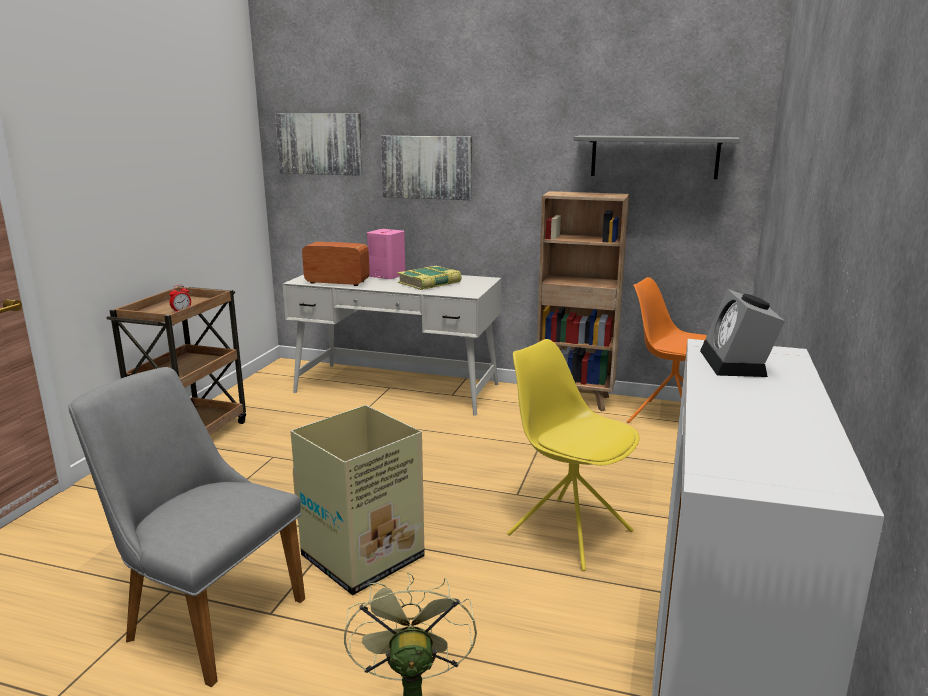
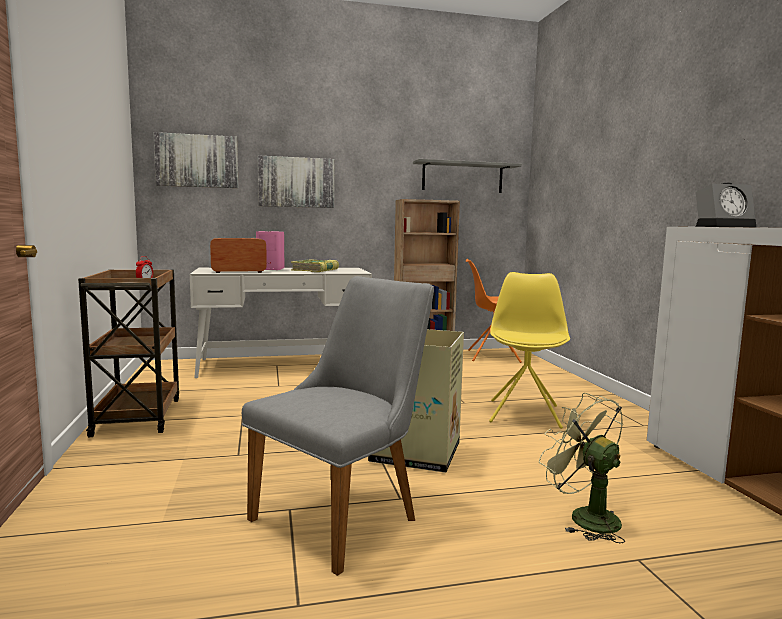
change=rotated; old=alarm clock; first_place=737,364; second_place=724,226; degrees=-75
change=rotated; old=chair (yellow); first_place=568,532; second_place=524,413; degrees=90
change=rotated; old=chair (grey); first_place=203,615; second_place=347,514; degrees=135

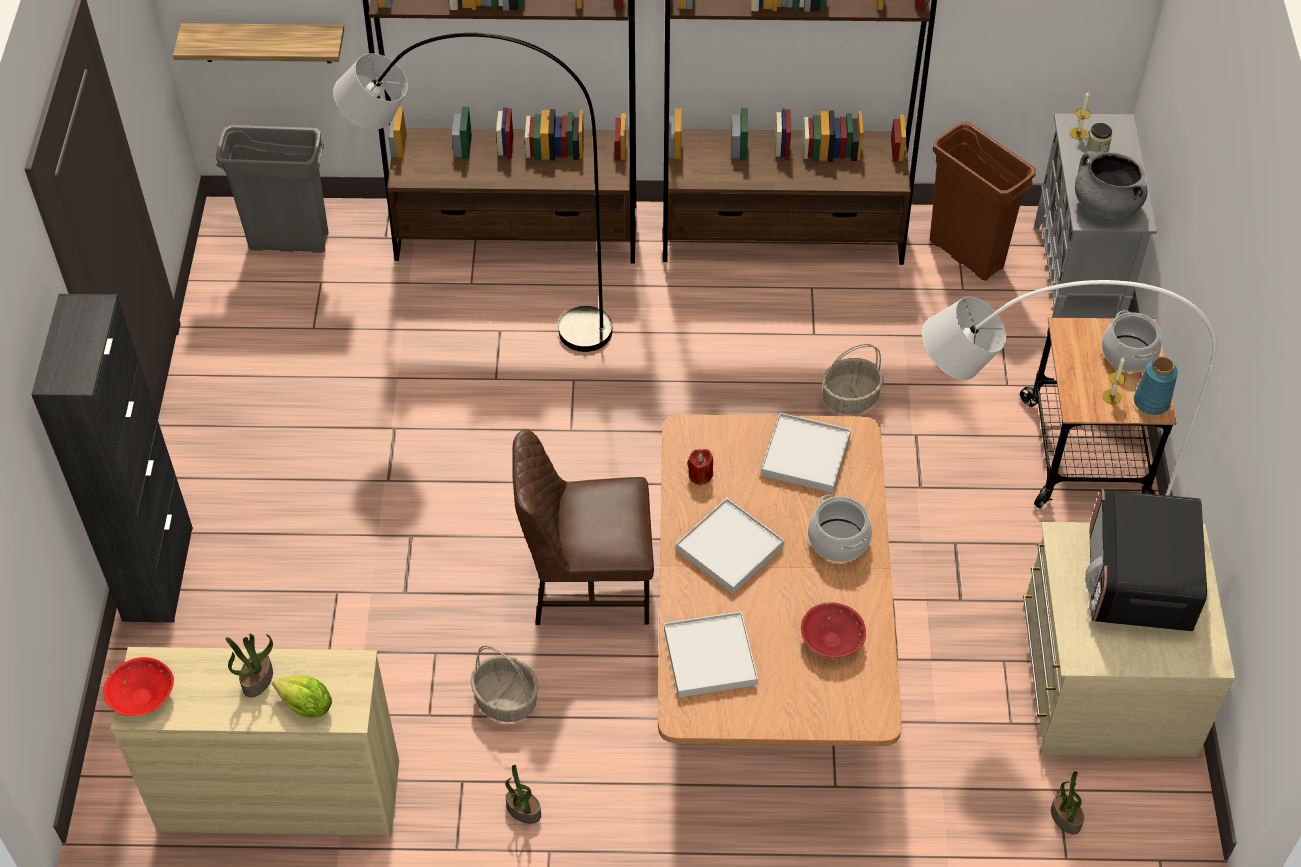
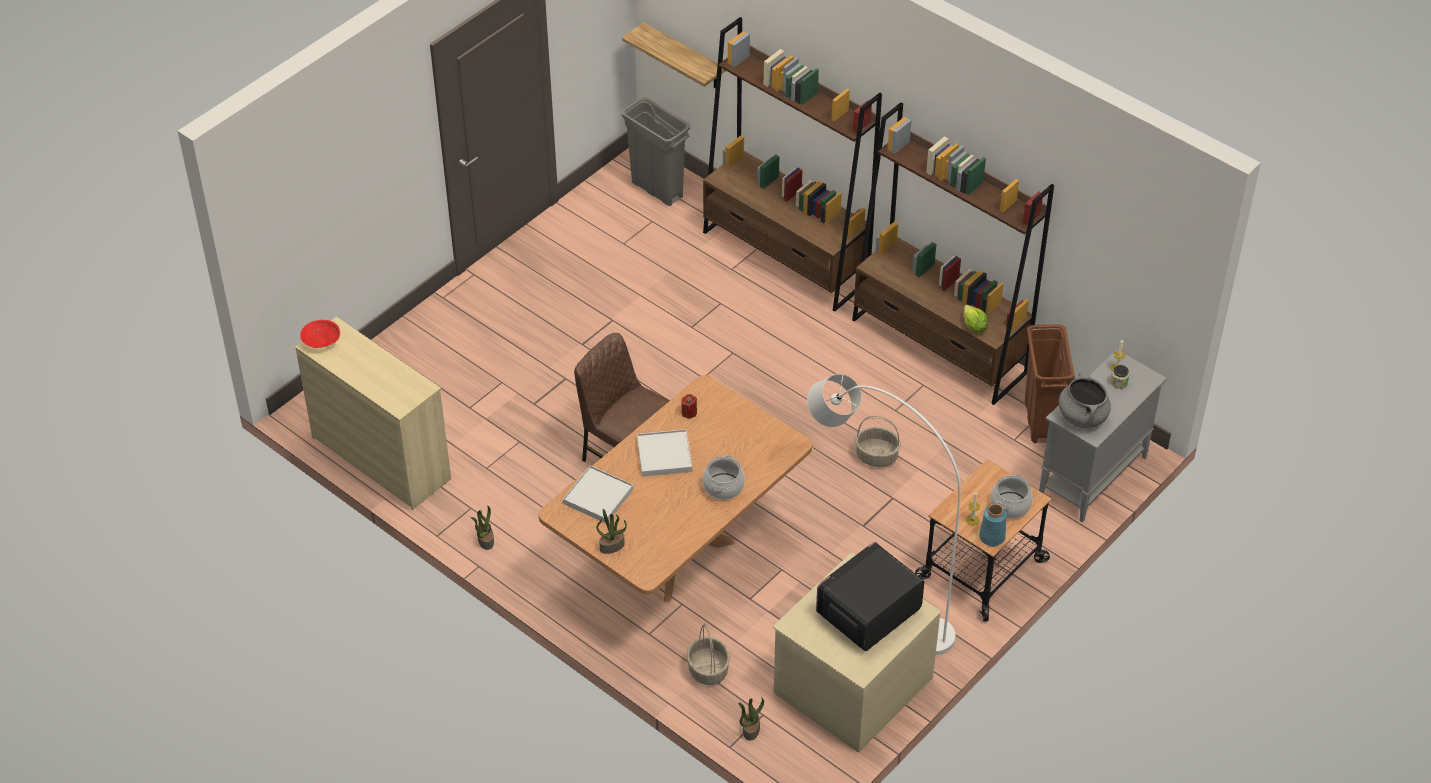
change=gone; old=floor lamp (grey); first_place=485,322
change=gone; old=cabinet (black); first_place=158,574
change=gone; old=tray (white); first_place=805,455
change=gone; old=bowl (red); first_place=831,638
change=shifted; old=potted plant; first_place=257,679; second_place=612,545
change=shifted; old=basket; first_place=505,700; second_place=707,669
change=shifted; old=lettuce; first_place=306,706; second_place=974,327

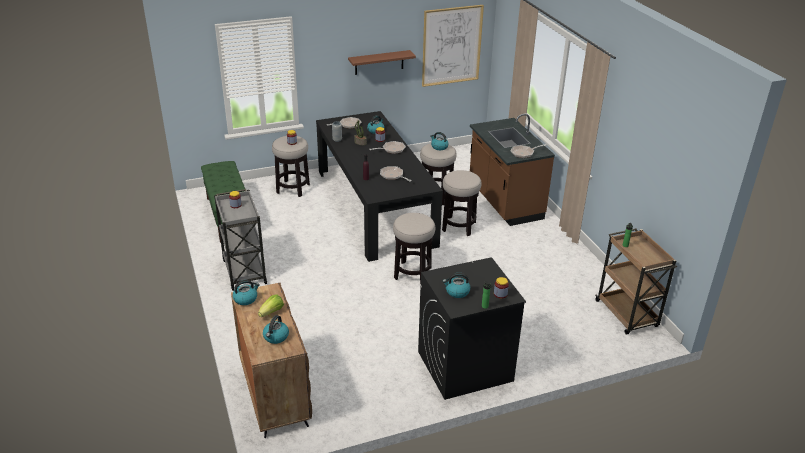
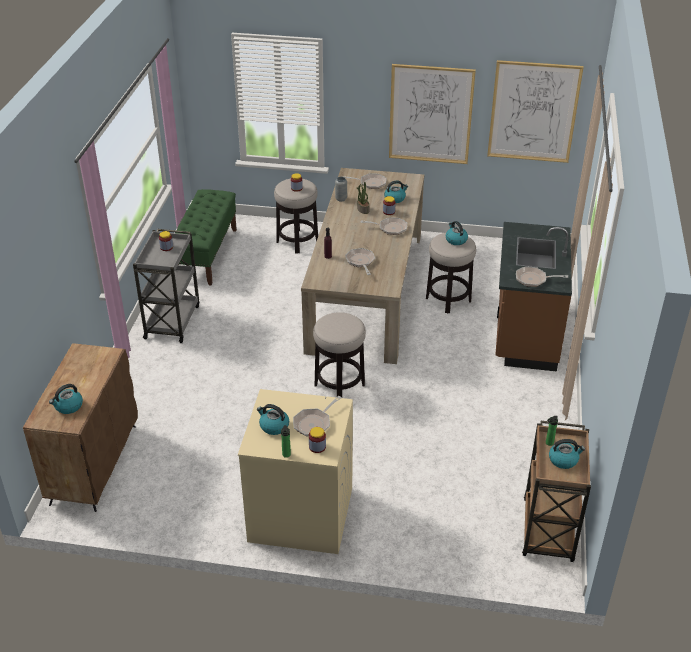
change=swapped; old=shelf (brown); new=picture; first_place=379,62; second_place=430,114
change=repainted; old=dining table (black); new=dining table (beige); first_place=374,207; second_place=366,291
change=gone; old=stool; first_place=459,226
change=repainted; old=washing machine (black); new=washing machine (beige); first_place=464,366; second_place=300,514
change=shifted; old=kettle; first_place=246,299; second_place=563,460
change=gone; old=lettuce; first_place=272,312
change=new; new=frying pan; second_place=314,423

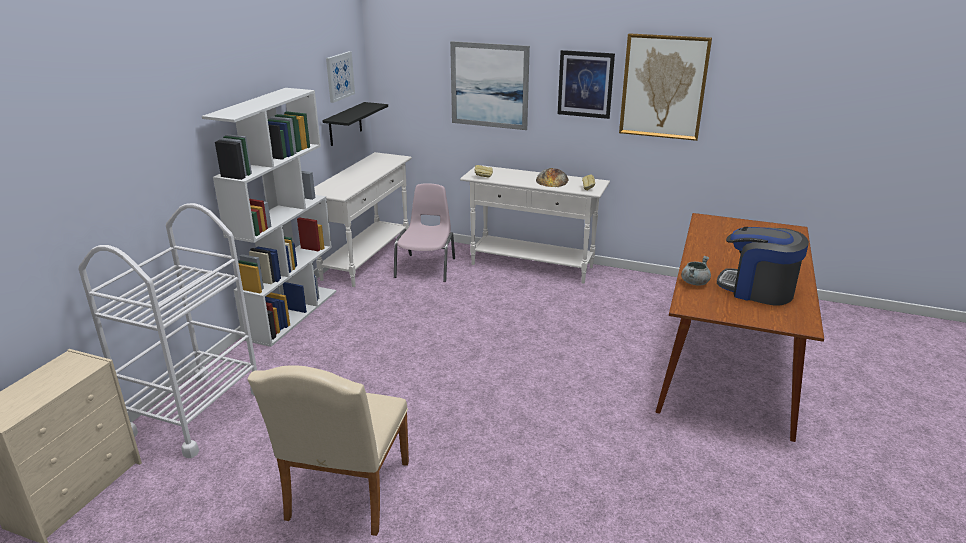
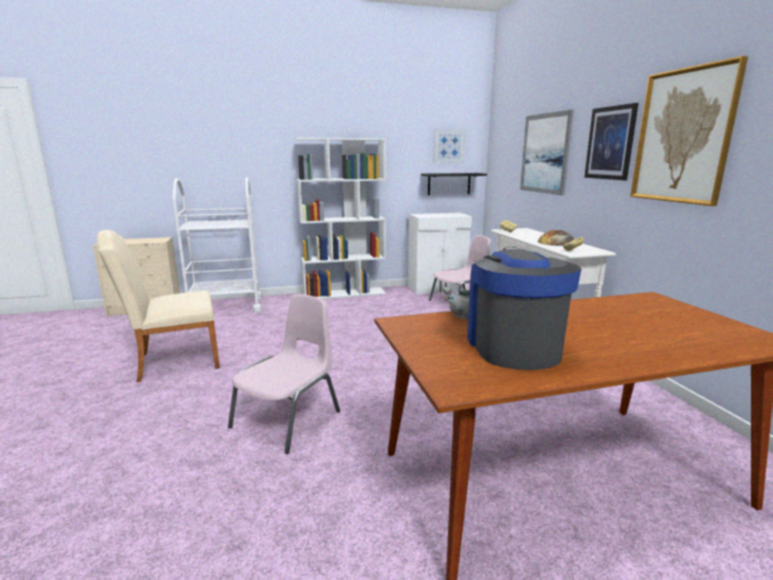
change=swapped; old=console table (white); new=cabinet (white); first_place=367,259; second_place=437,288
change=new; new=chair (pink); second_place=288,419

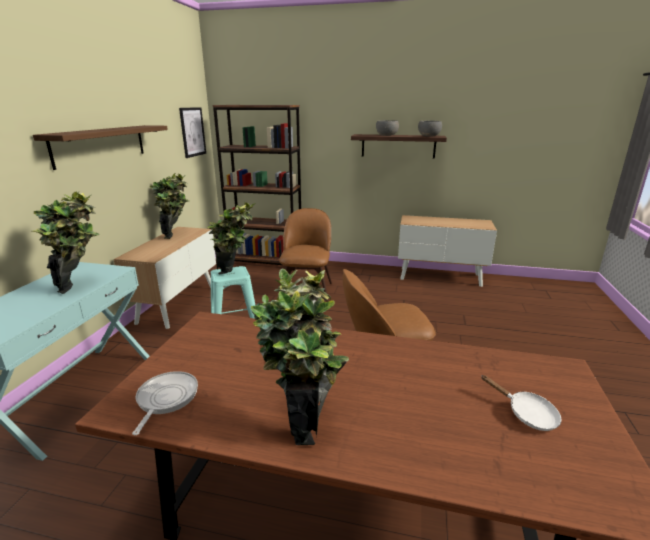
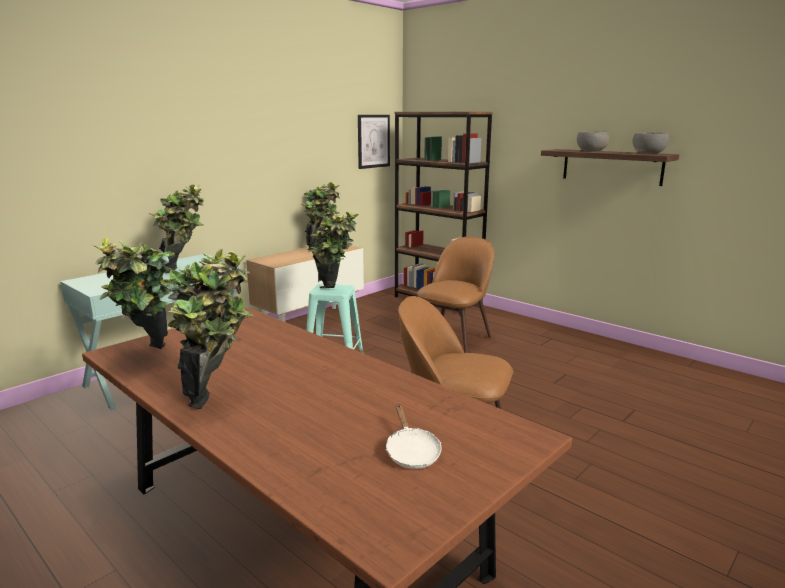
change=gone; old=shelf; first_place=101,145
change=gone; old=cabinet; first_place=440,276
change=swapped; old=frying pan; new=potted plant; first_place=166,399; second_place=147,355

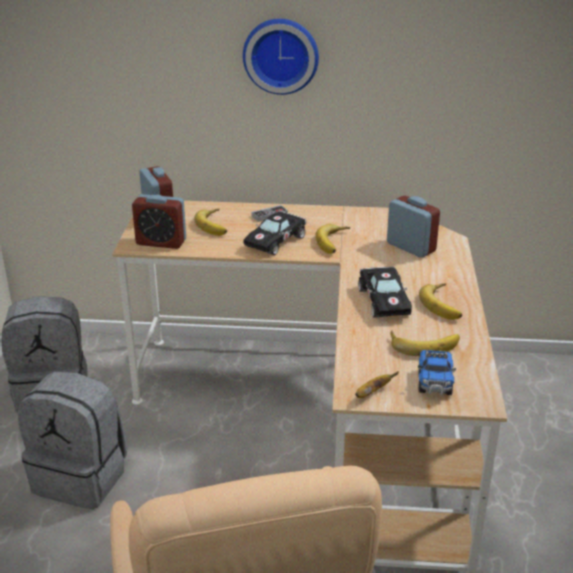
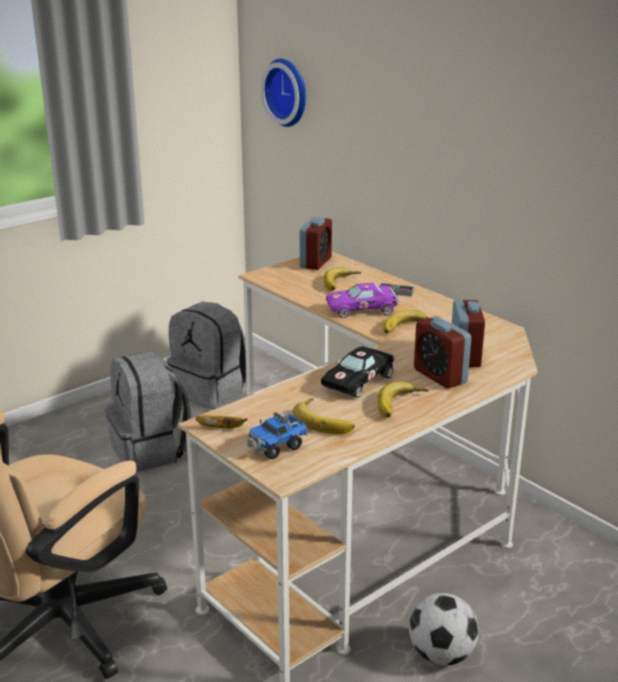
change=shifted; old=wall clock; first_place=281,55; second_place=288,92
change=shifted; old=alarm clock; first_place=161,242; second_place=440,376
change=repainted; old=toy car (black); new=toy car (purple); first_place=276,240; second_place=364,309
change=new; new=football; second_place=441,654

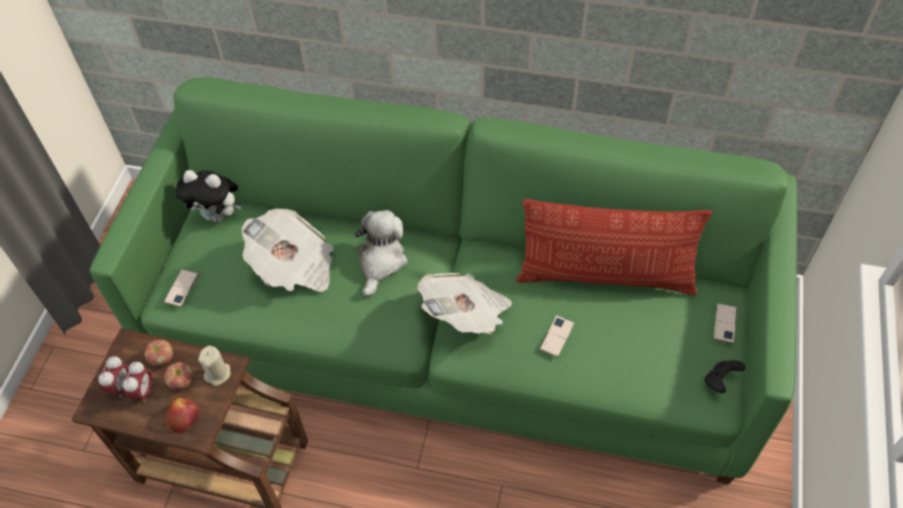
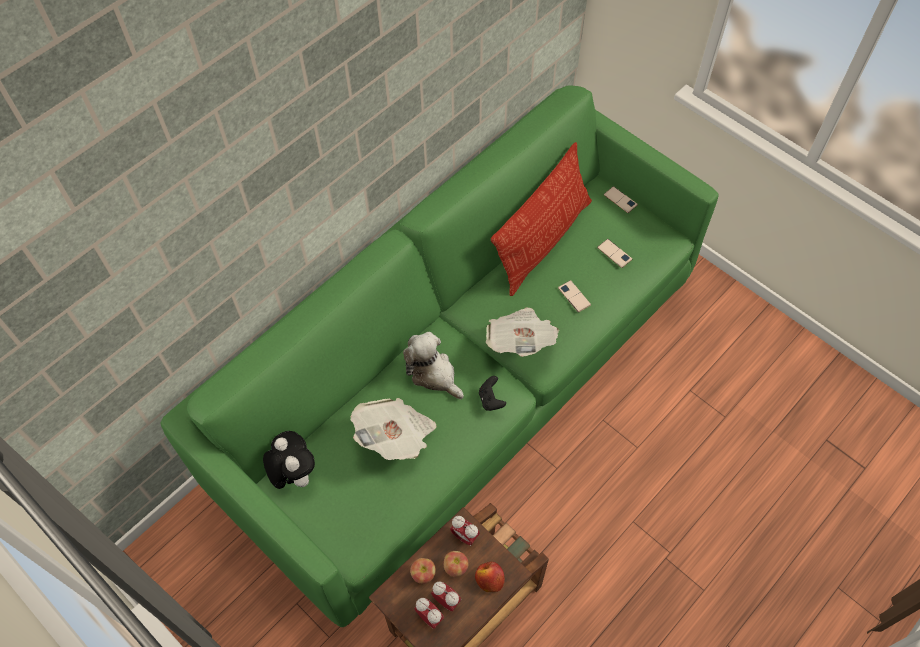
change=rotated; old=plush toy; first_place=218,215; second_place=293,474; degrees=-75
change=shifted; old=phone; first_place=181,288; second_place=614,253
change=swapped; old=candle (beige); new=alarm clock; first_place=218,373; second_place=464,536
change=shifted; old=game controller (black); first_place=720,381; second_place=491,400

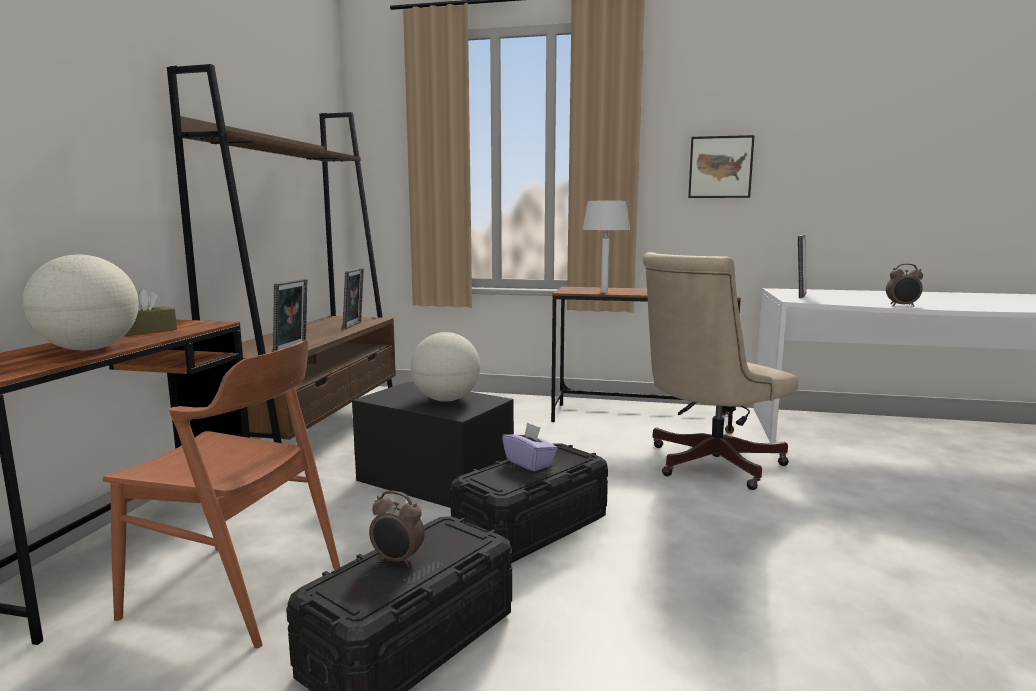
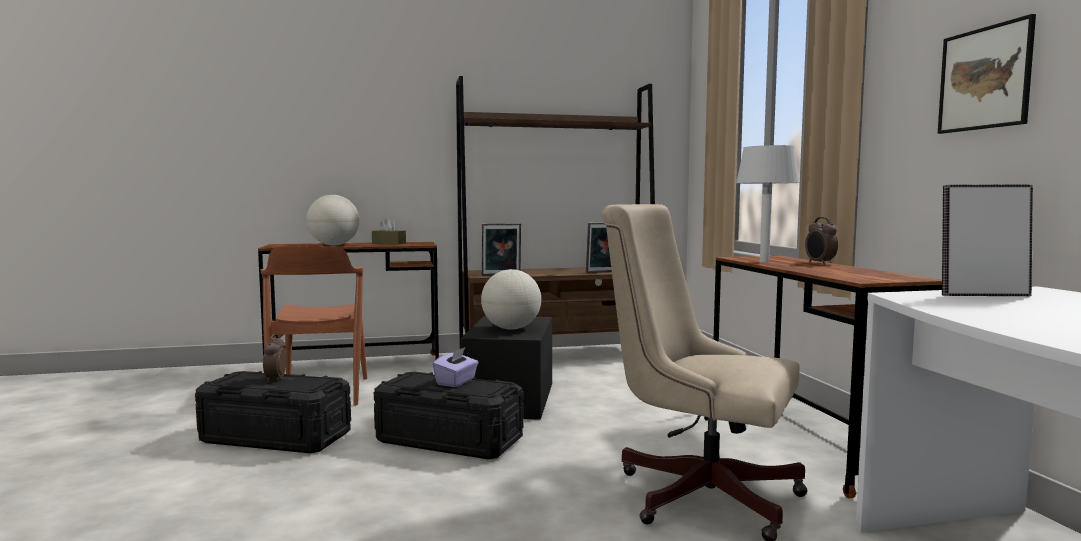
change=shifted; old=alarm clock; first_place=902,306; second_place=819,263

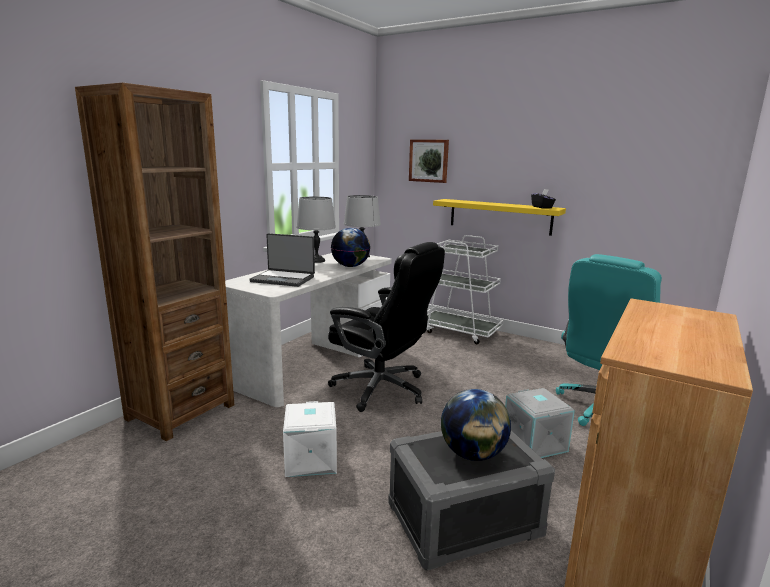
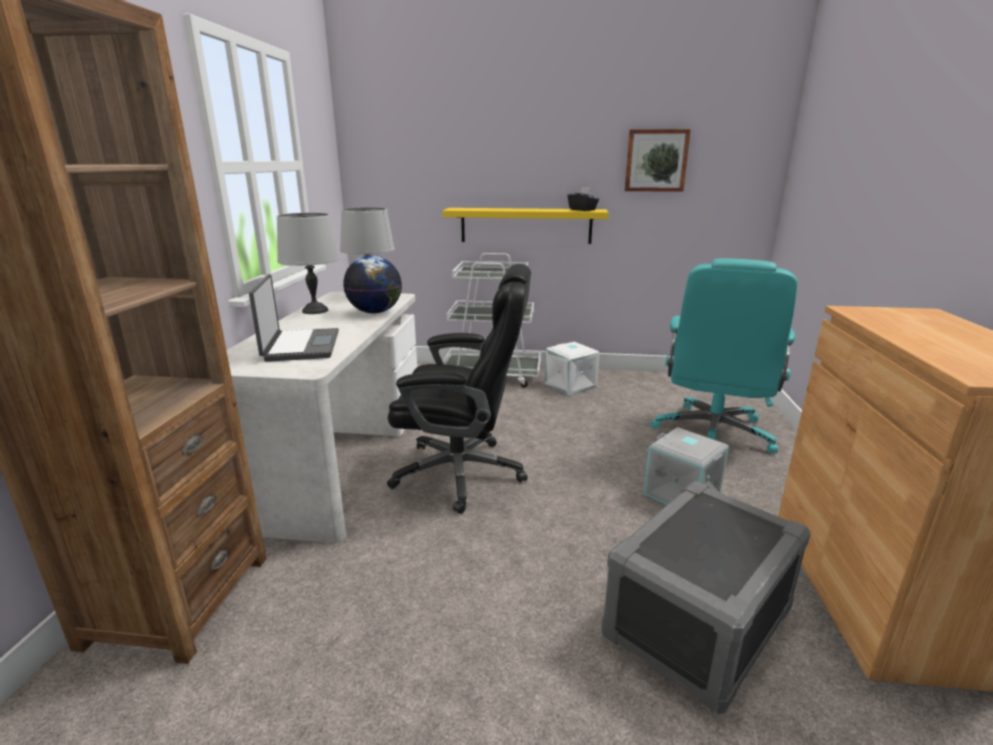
change=shifted; old=picture; first_place=429,160; second_place=656,160
change=rotated; old=laptop; first_place=283,279; second_place=300,346; degrees=-90
change=gone; old=globe; first_place=473,454
change=shifted; old=storage box (white); first_place=310,459; second_place=569,385

